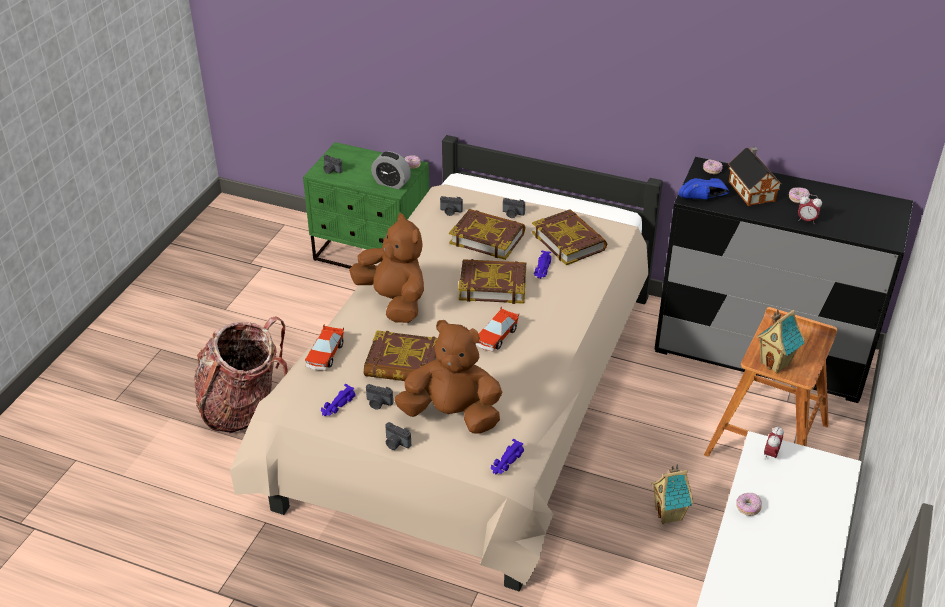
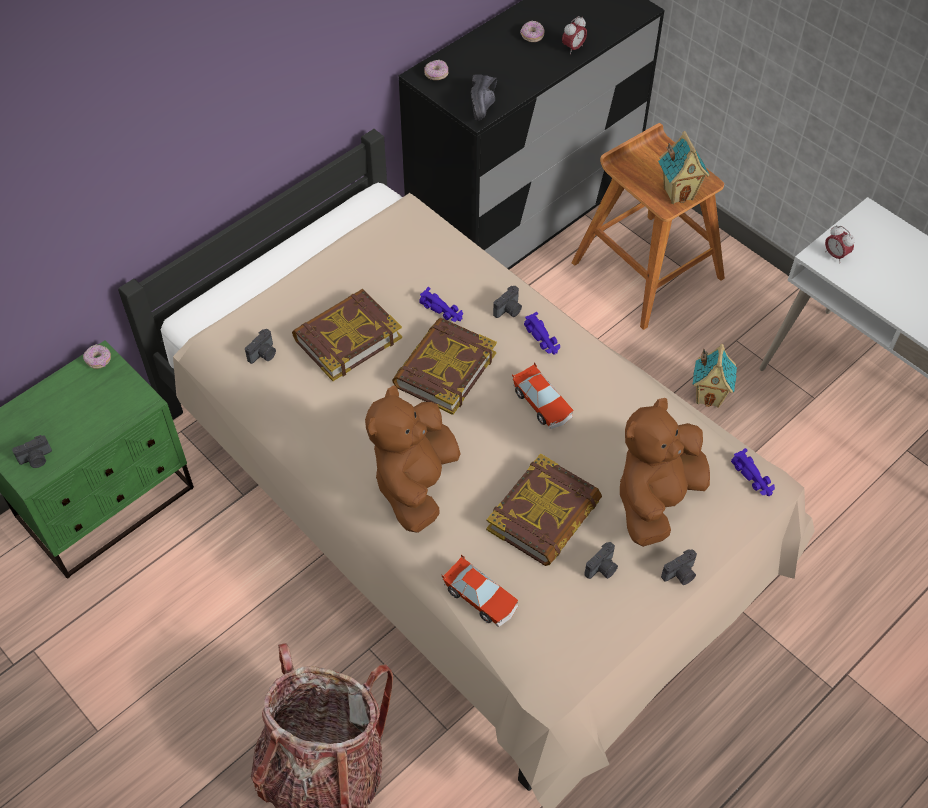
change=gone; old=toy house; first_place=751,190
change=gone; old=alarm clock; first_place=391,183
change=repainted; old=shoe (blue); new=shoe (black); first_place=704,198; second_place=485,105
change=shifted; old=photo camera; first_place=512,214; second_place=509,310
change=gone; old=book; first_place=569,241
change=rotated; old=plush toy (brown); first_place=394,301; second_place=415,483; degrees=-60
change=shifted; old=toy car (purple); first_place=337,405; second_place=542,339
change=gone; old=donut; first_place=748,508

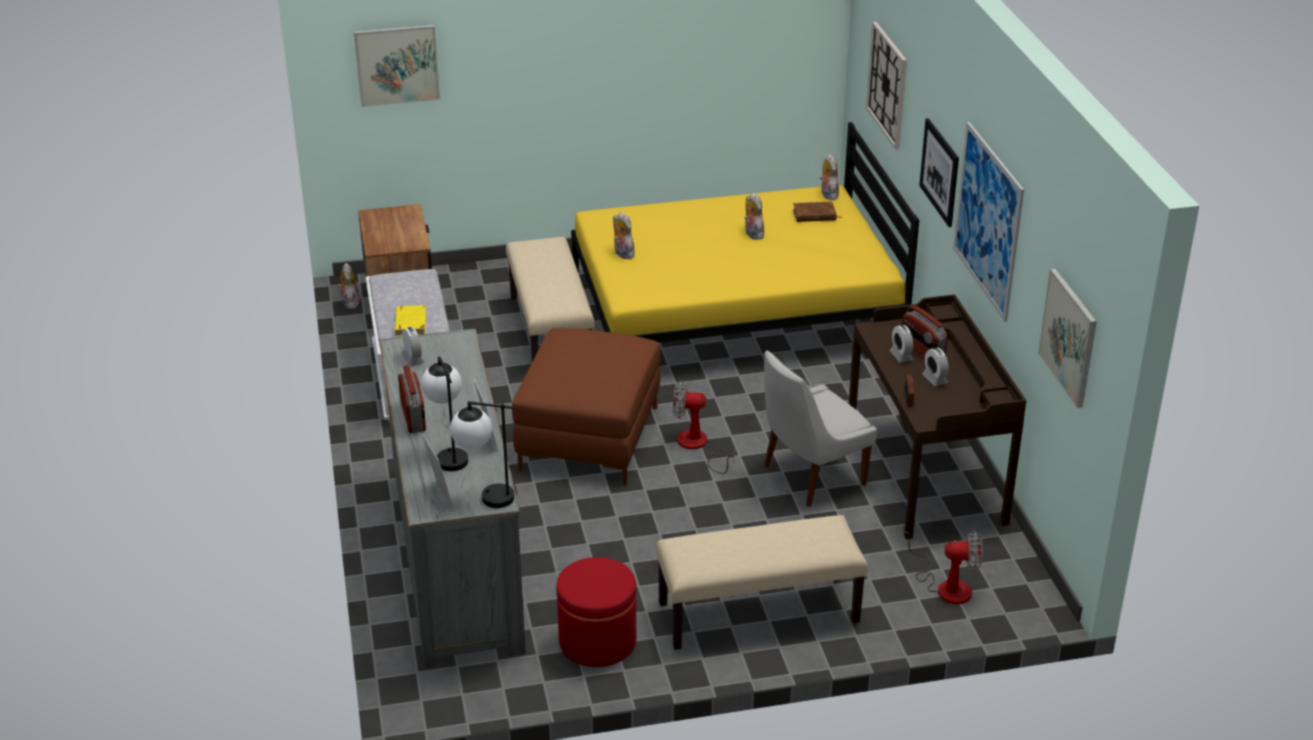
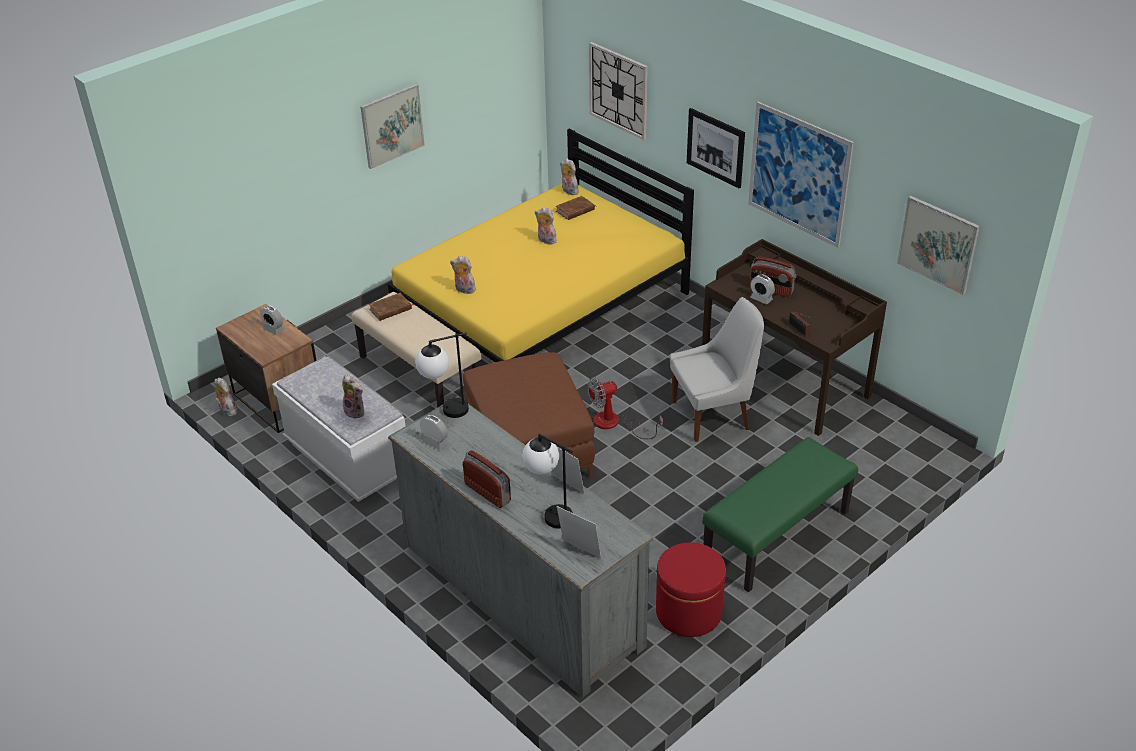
change=shifted; old=picture; first_place=397,65; second_place=392,125
change=swapped; old=book (yellow); new=plush toy; first_place=410,324; second_place=356,411
change=shifted; old=alarm clock; first_place=934,379; second_place=274,329
change=rotated; old=chair (white); first_place=810,476; second_place=713,415; degrees=-135
change=shifted; old=table lamp; first_place=484,496; second_place=445,412
change=repainted; old=bench (beige); new=bench (green); first_place=758,614; second_place=777,537
change=gone; old=fan; first_place=945,585
change=new; new=book (brown); second_place=391,309

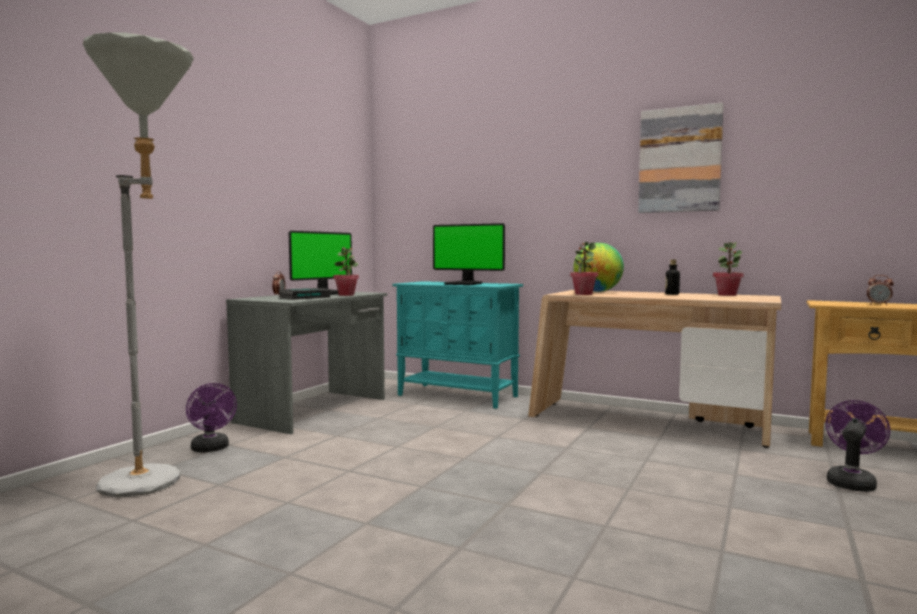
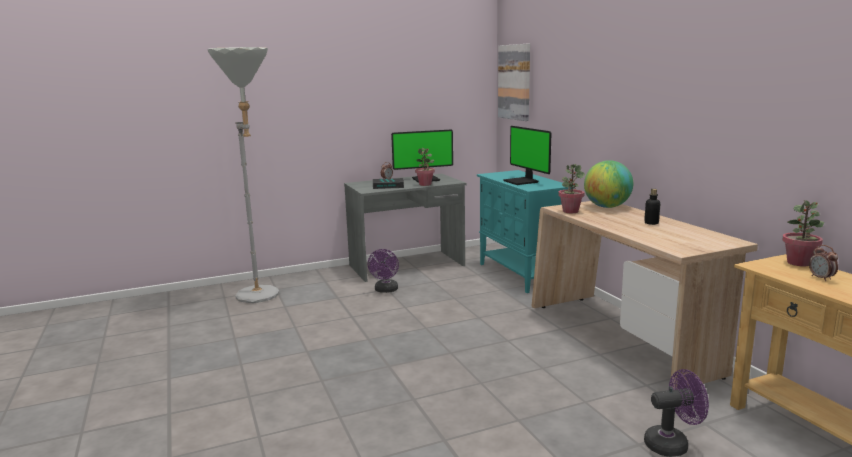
change=shifted; old=picture; first_place=679,160; second_place=515,82
change=shifted; old=potted plant; first_place=727,295; second_place=799,263
change=shifted; old=fan (purple); first_place=211,449; second_place=385,290

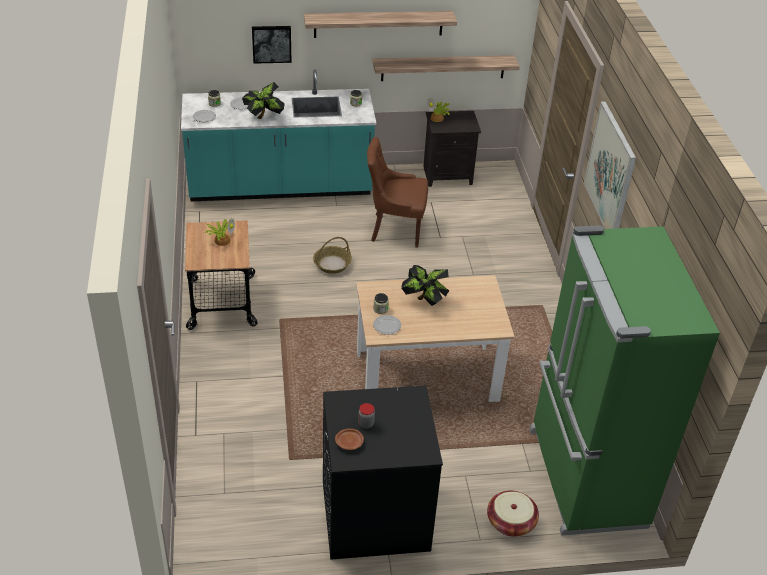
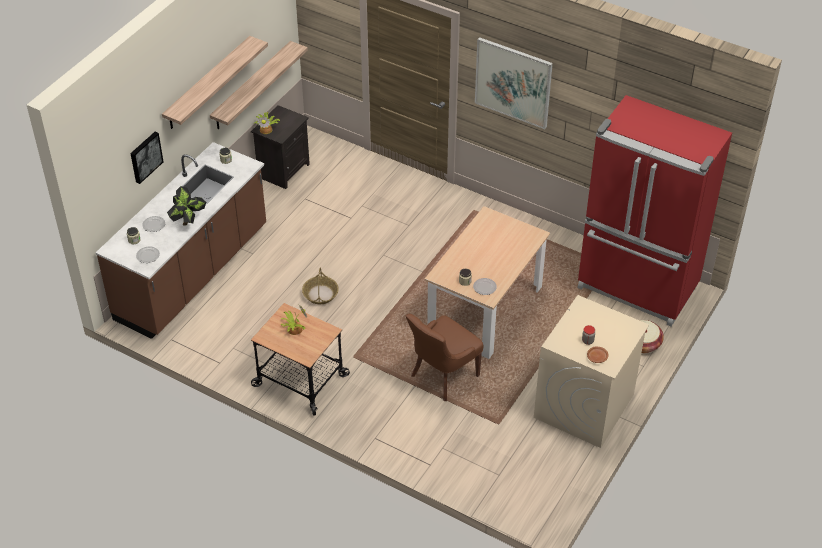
change=repainted; old=counter (turquoise); new=counter (brown); first_place=280,187; second_place=193,274
change=shifted; old=chair (brown); first_place=395,229; second_place=442,376
change=repainted; old=fridge (green); new=fridge (red); first_place=584,478; second_place=637,288
change=gone; old=potted plant; first_place=424,301
change=repainted; old=washing machine (black); new=washing machine (beige); first_place=374,516; second_place=584,406

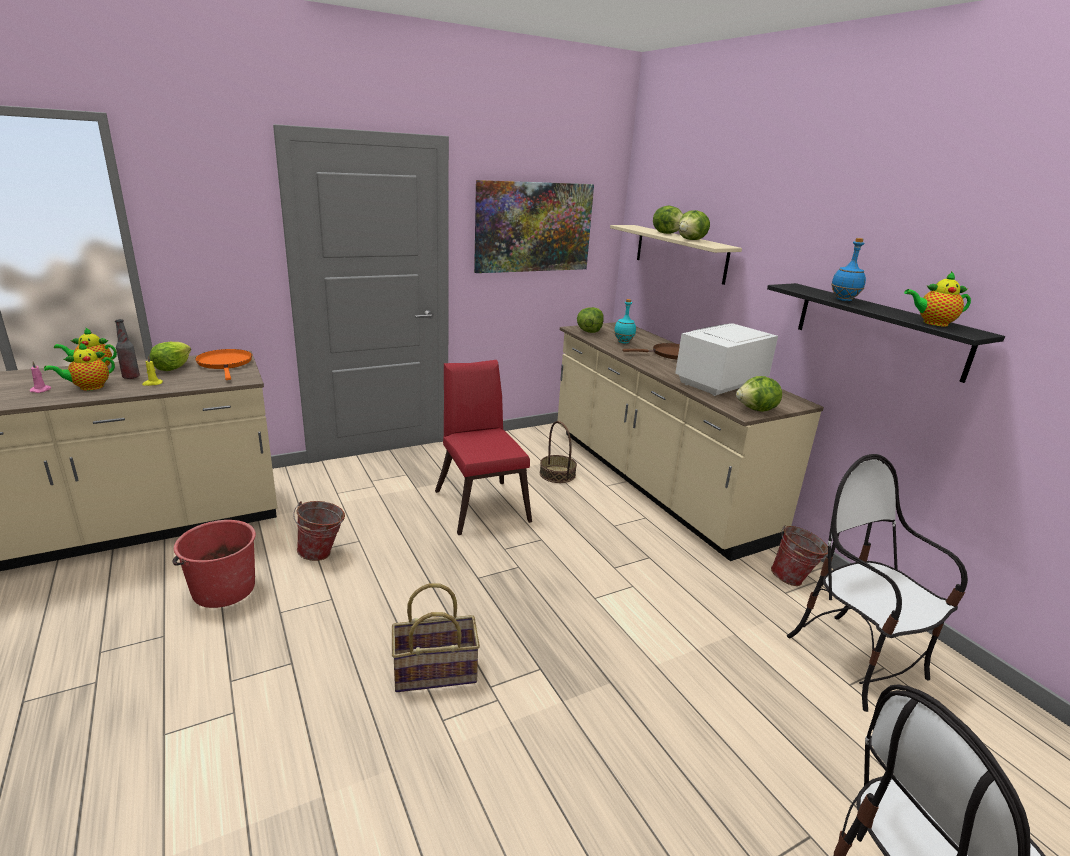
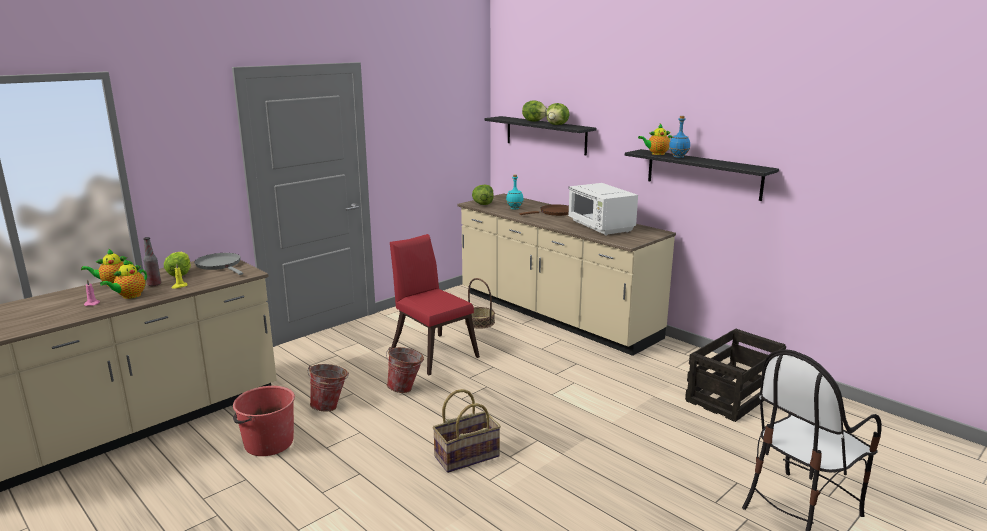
change=gone; old=picture; first_place=533,227
change=repainted; old=shelf (beige); new=shelf (black); first_place=680,253; second_place=545,135
change=shifted; old=teapot; first_place=932,323; second_place=656,154
change=rotated; old=microwave (white); first_place=719,383; second_place=600,227; degrees=-60
change=repainted; old=frying pan (orange); new=frying pan (grey); first_place=225,364; second_place=220,265
change=gone; old=lettuce; first_place=757,410
change=swapped; old=chair; new=crate; first_place=855,660; second_place=733,395
change=shifted; old=bucket; first_place=794,580; second_place=406,389

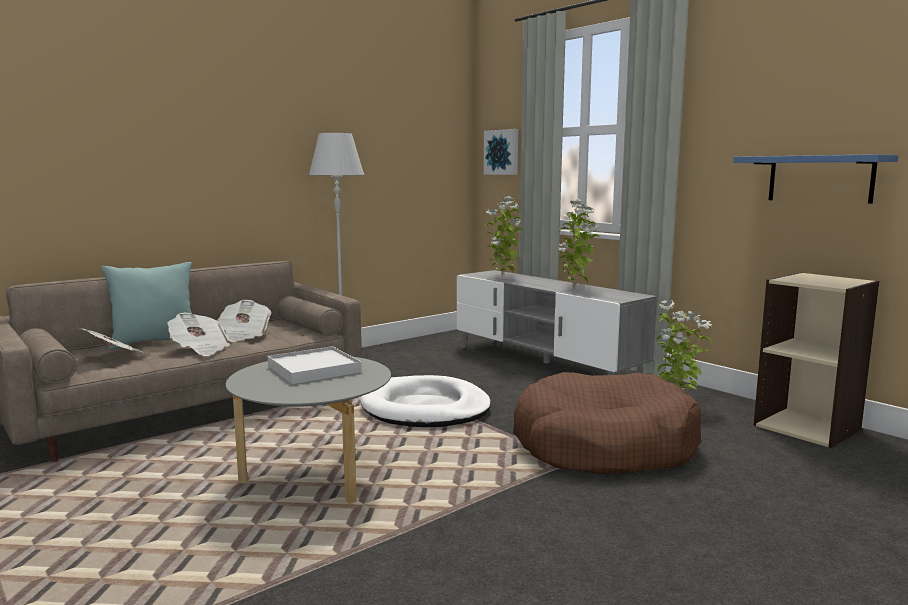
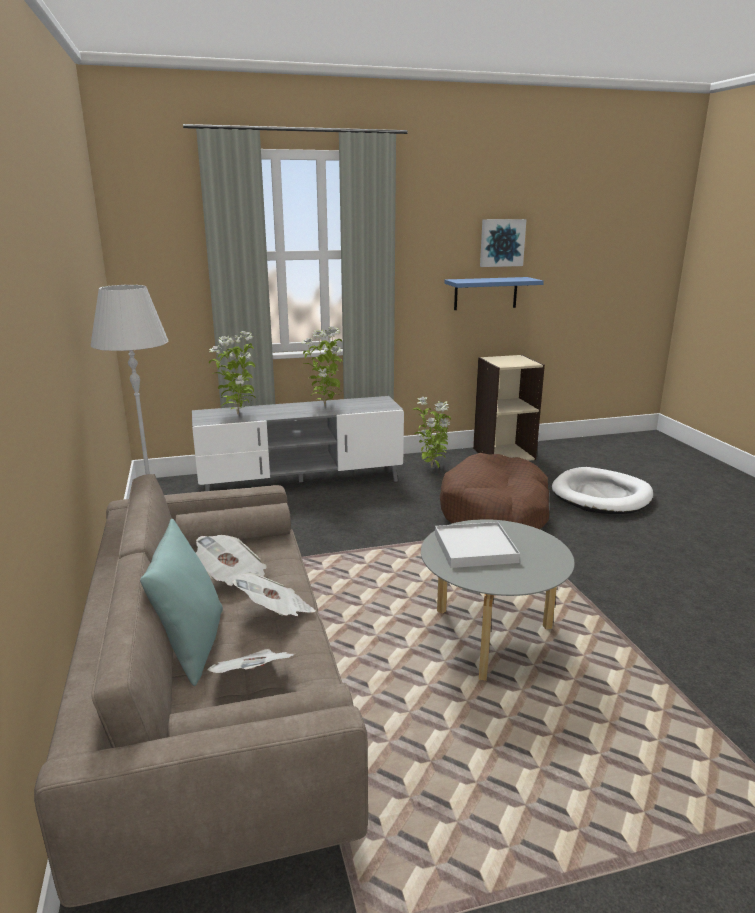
change=shifted; old=picture; first_place=502,152; second_place=501,242
change=shifted; old=dog bed (white); first_place=425,408; second_place=601,496

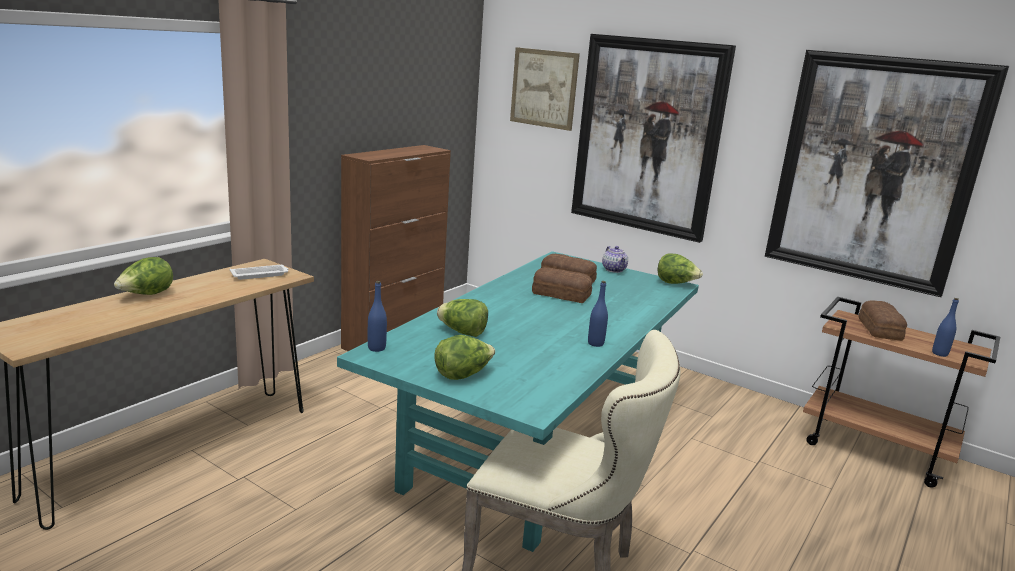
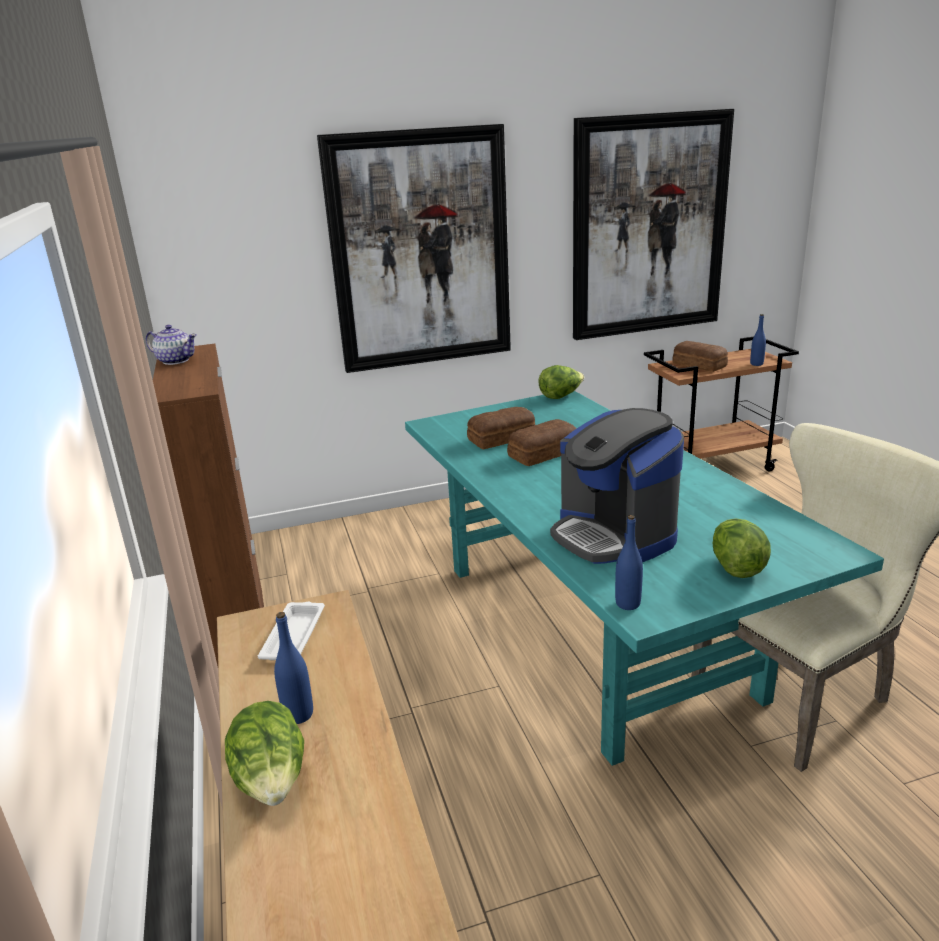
change=gone; old=picture; first_place=544,88
change=shifted; old=teapot; first_place=614,269; second_place=175,361
change=shifted; old=bottle (blue); first_place=595,343; second_place=298,714
change=swapped; old=lettuce; new=coffee machine; first_place=462,332; second_place=614,536

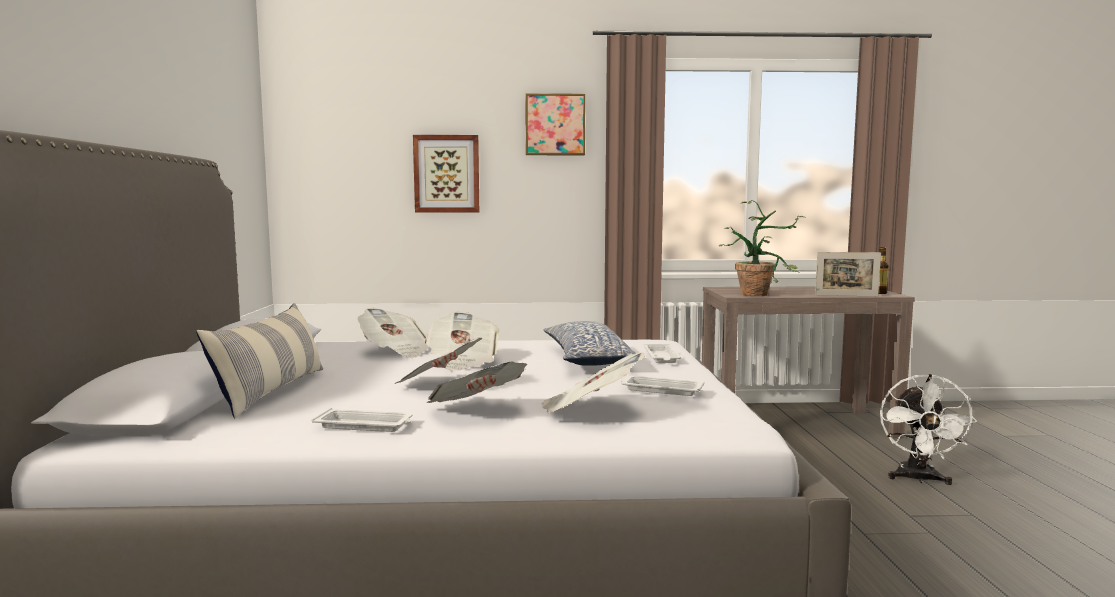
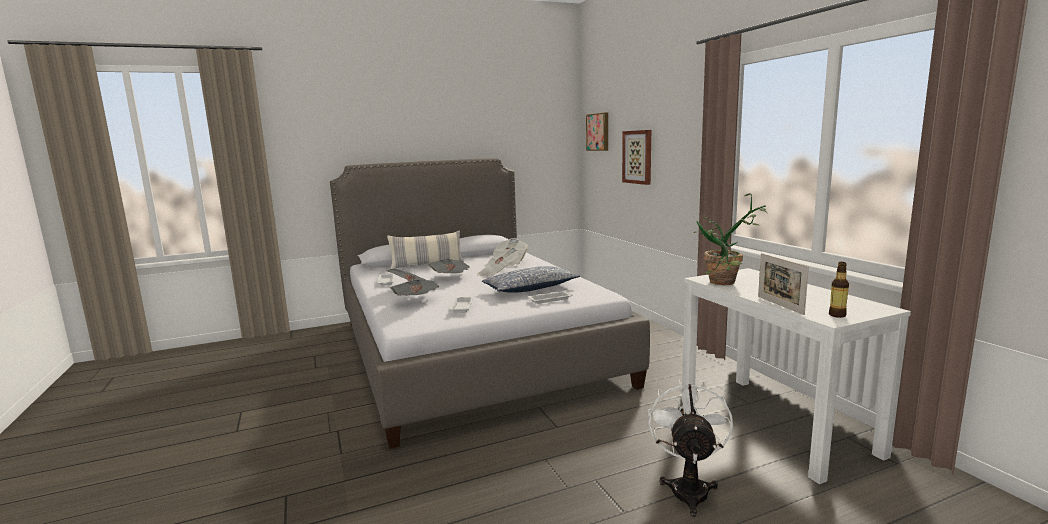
change=shifted; old=picture; first_place=555,125; second_place=598,132
change=repainted; old=console table (brown); new=console table (white); first_place=796,424; second_place=774,423
change=rotated; old=fan (white); first_place=918,479; second_place=688,488; degrees=105

